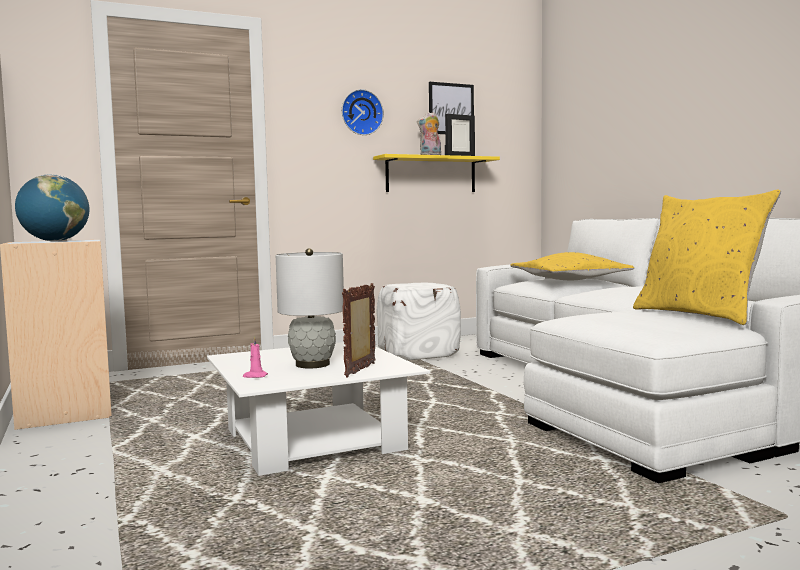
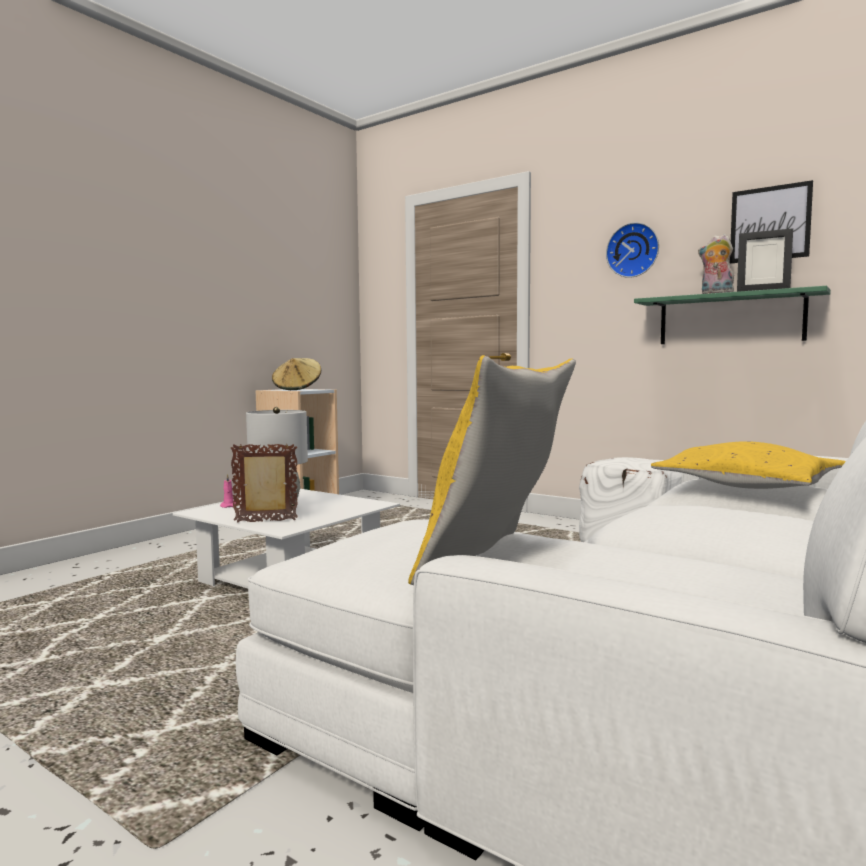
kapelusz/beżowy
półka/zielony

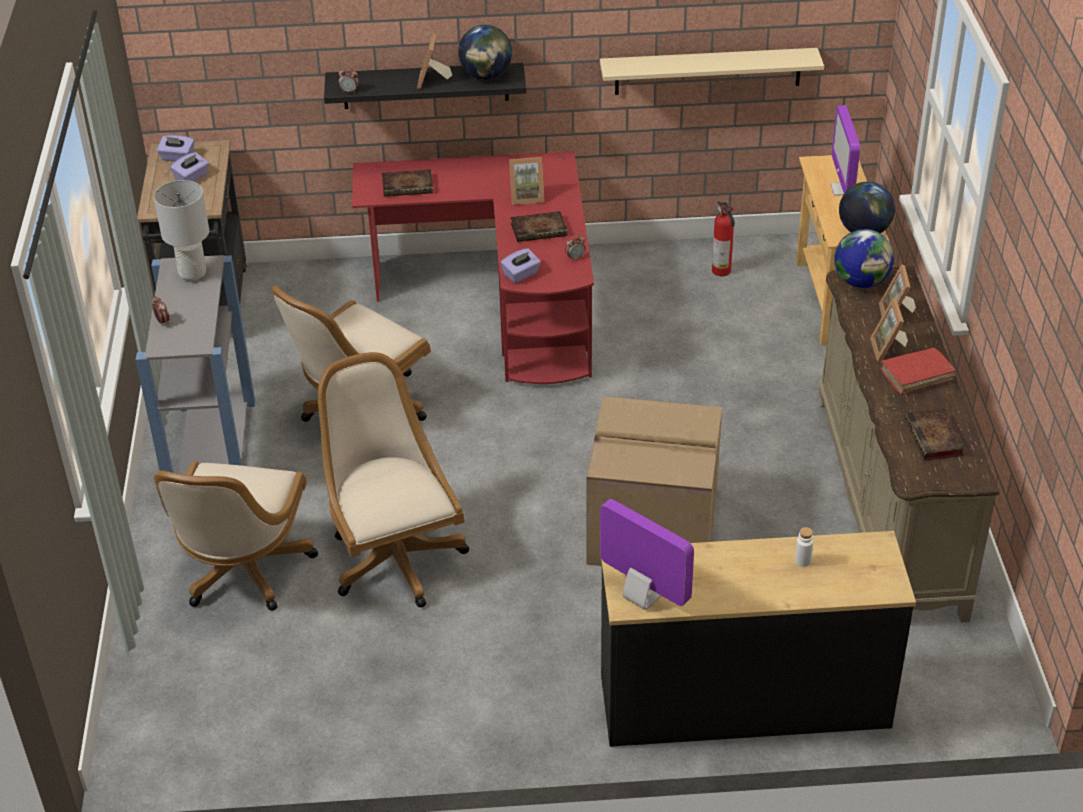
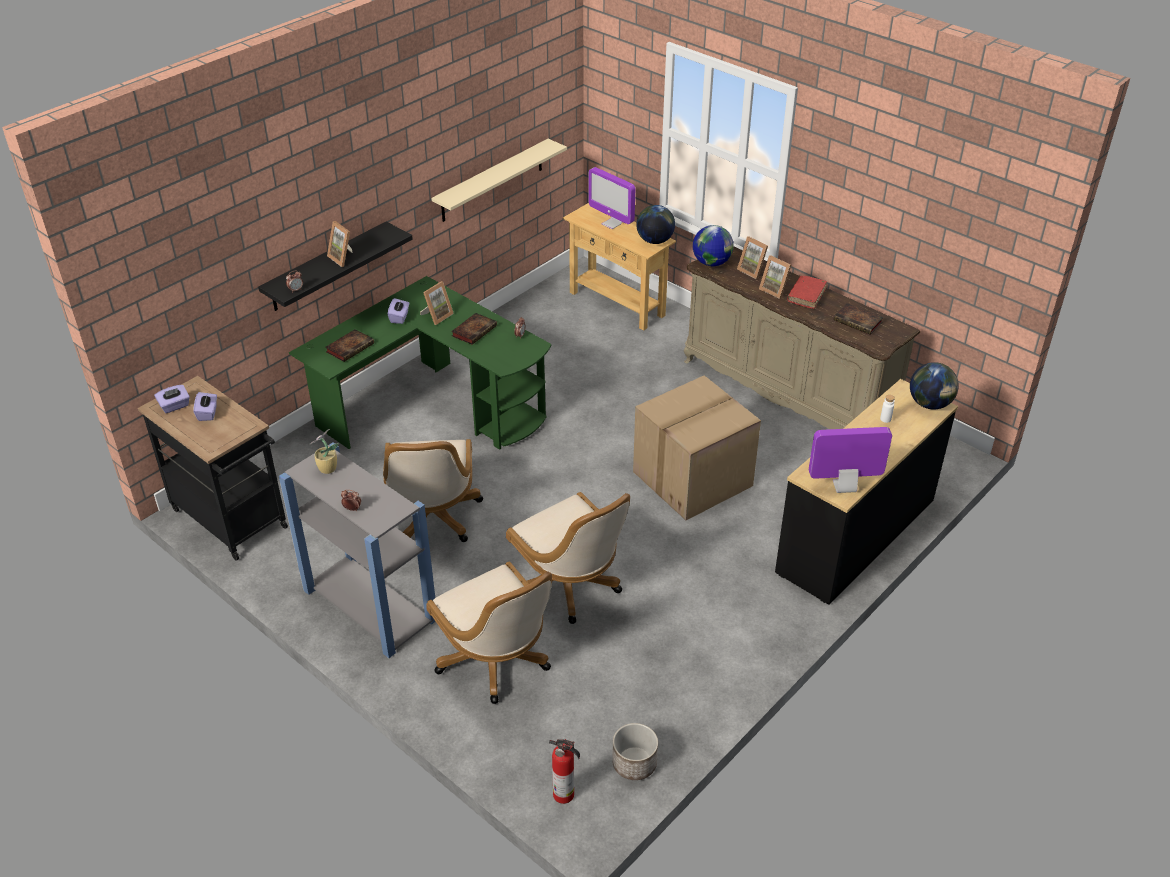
donica
globus (no. 3 from left)
pudełko chusteczek/fioletowy (no. 3 from left)
gaśnica
roślina doniczkowa
biurko/zielony
krzesło biurowe (no. 3 from left)

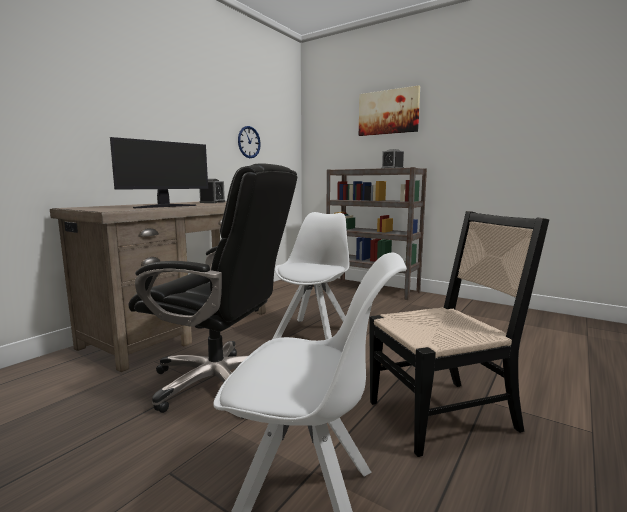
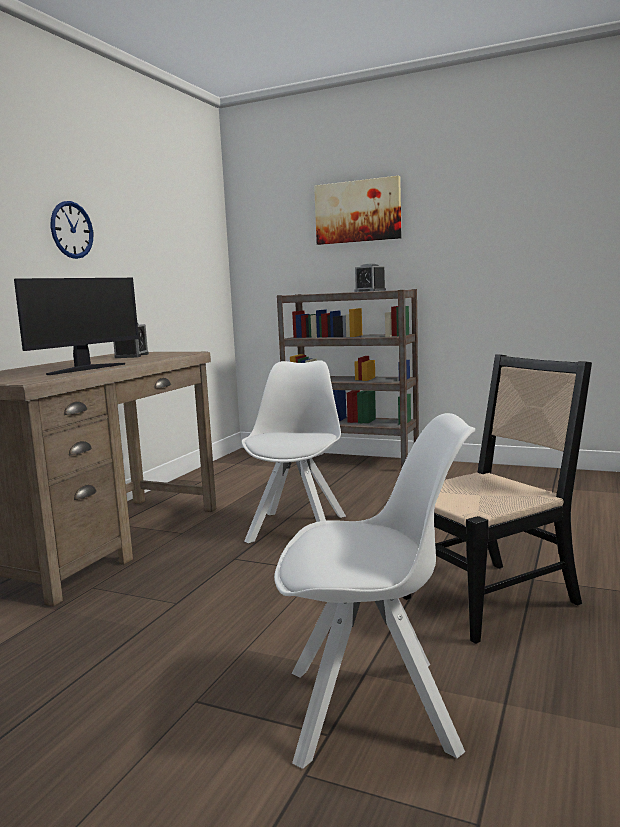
krzesło biurowe/czarny
zegar ścienny

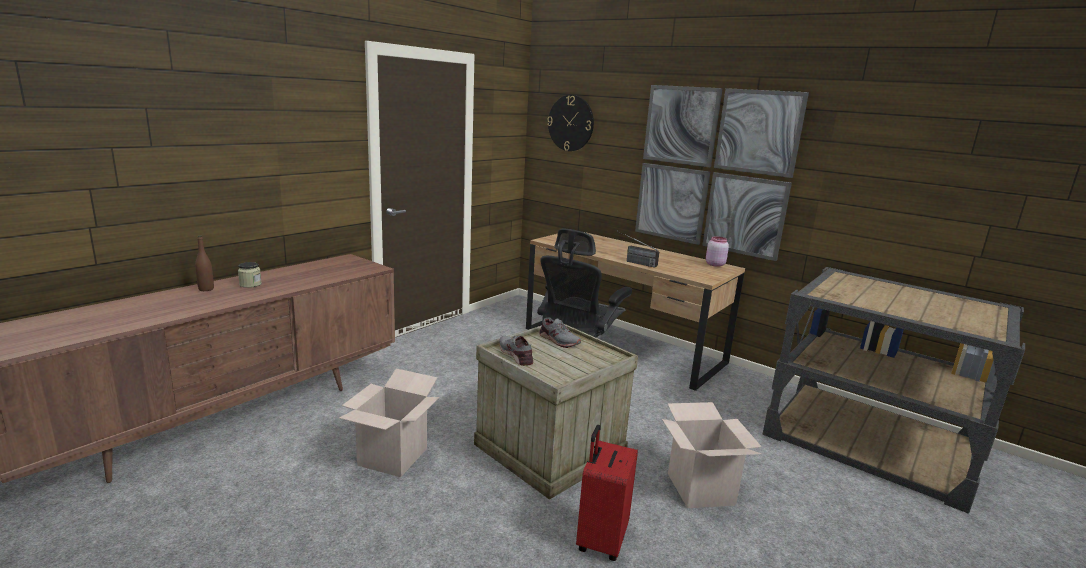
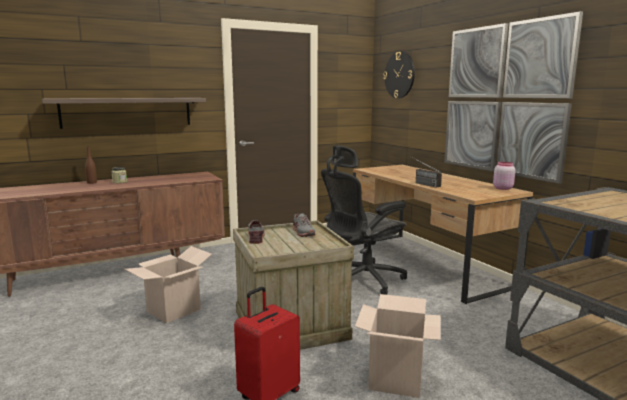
półka

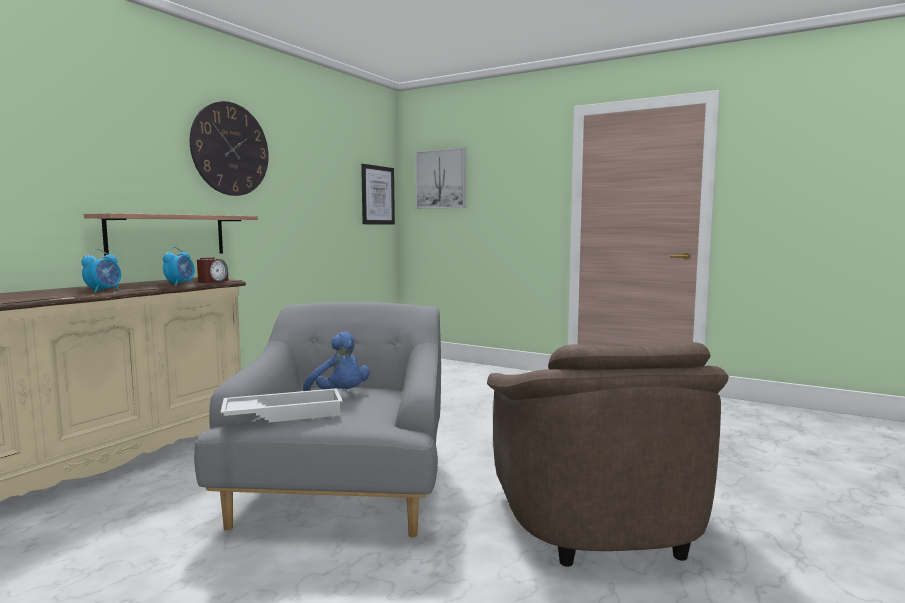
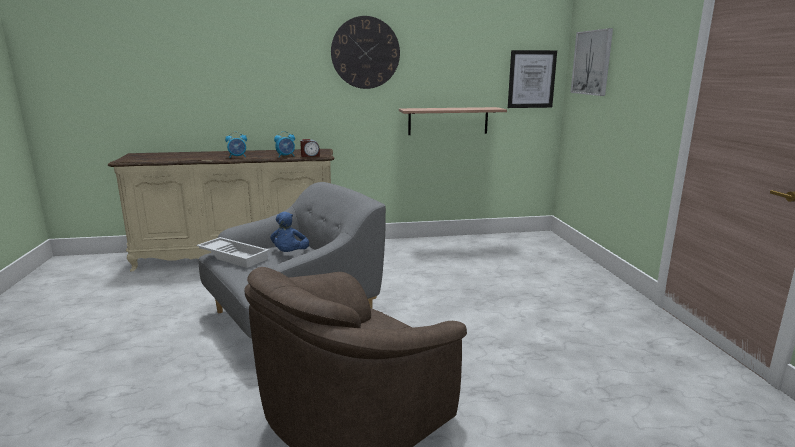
półka

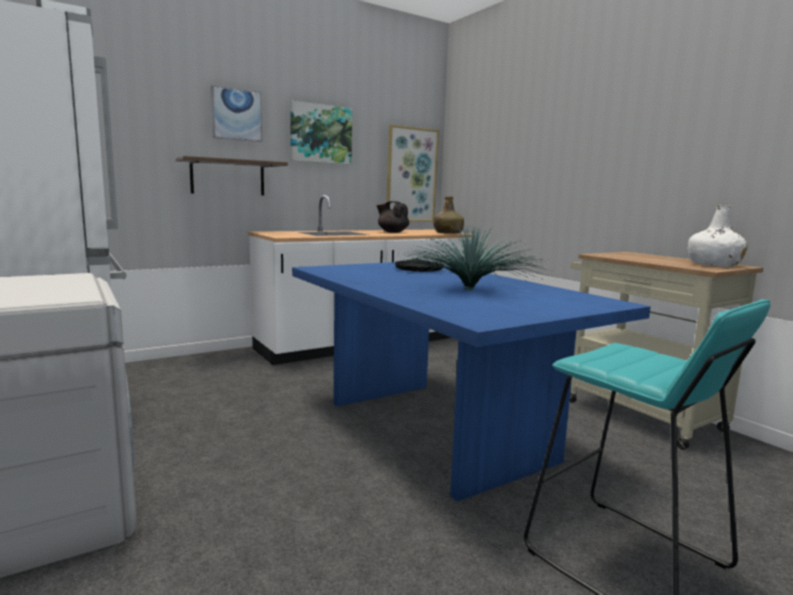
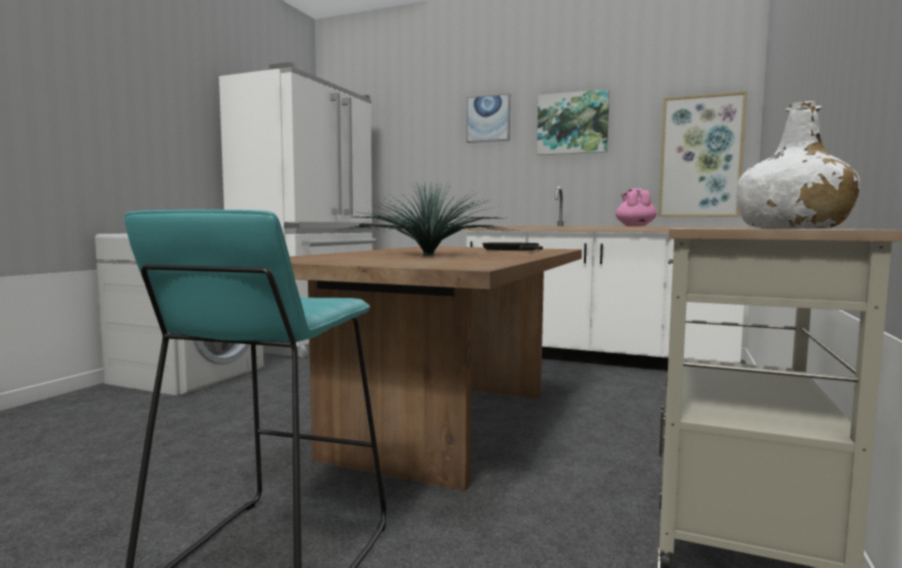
półka
butelka/zielony
stół jadalny/brązowy
imbryk/różowy

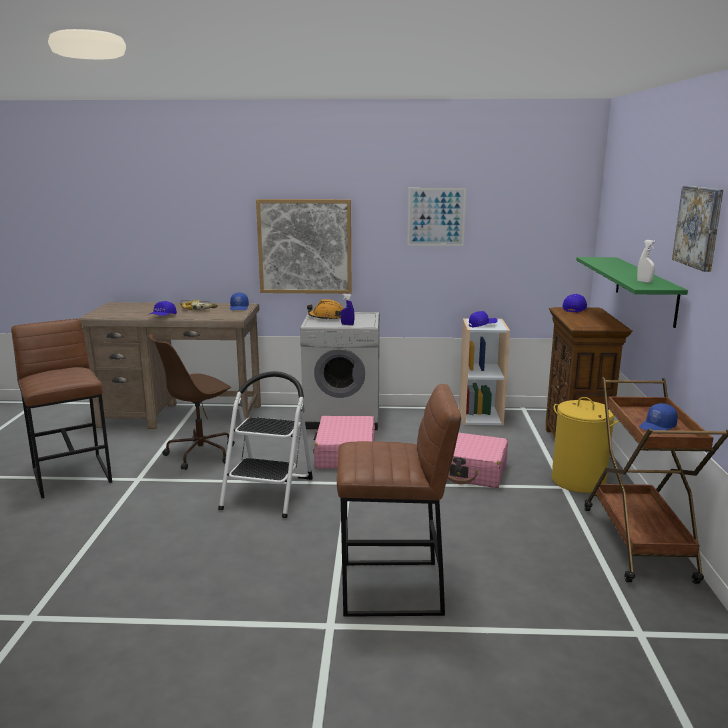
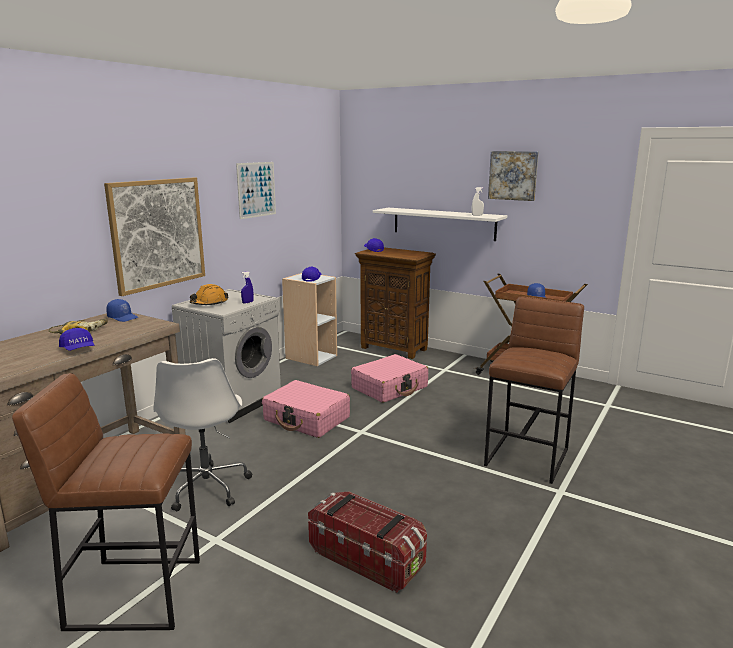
drabinka
kosz na pranie/żółty
pojemnik do przechowywania
krzesło biurowe/biały
półka/biały

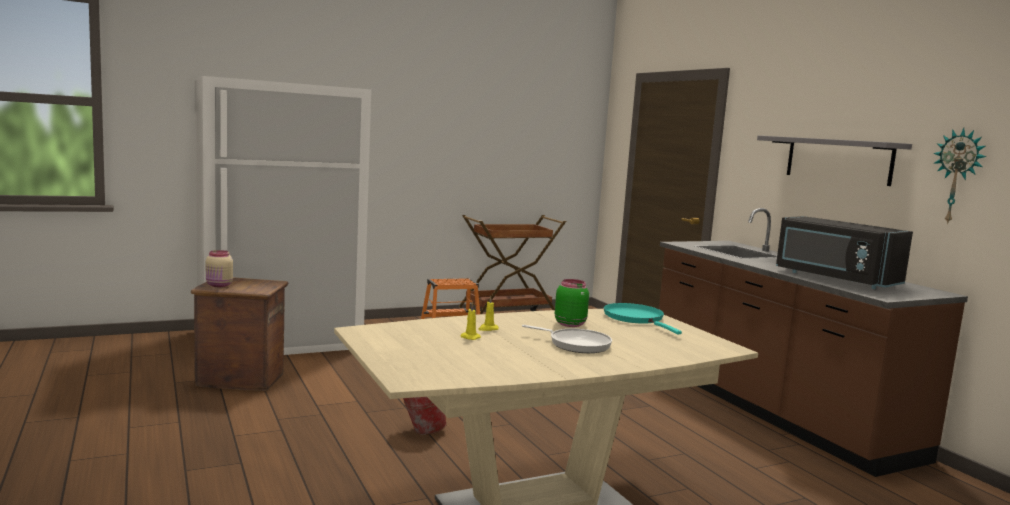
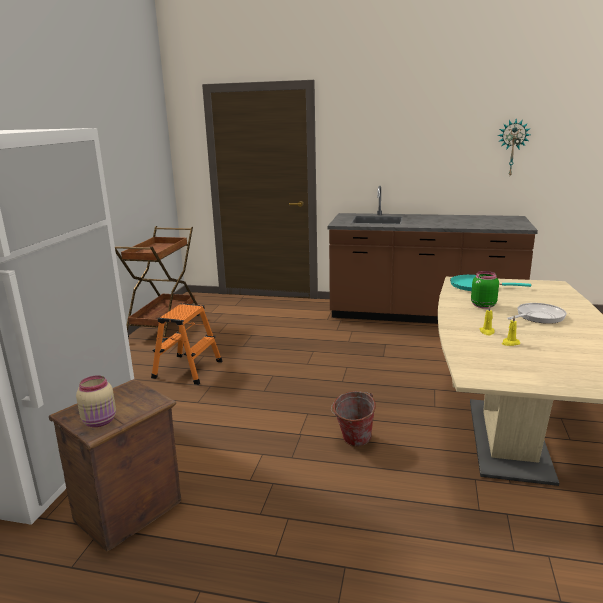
półka/szary
mikrofalówka/czarny

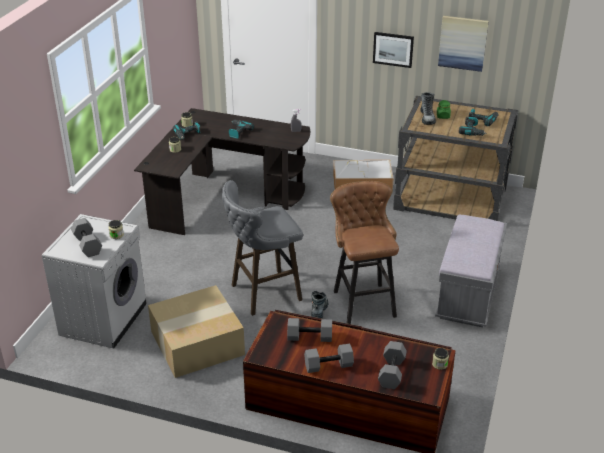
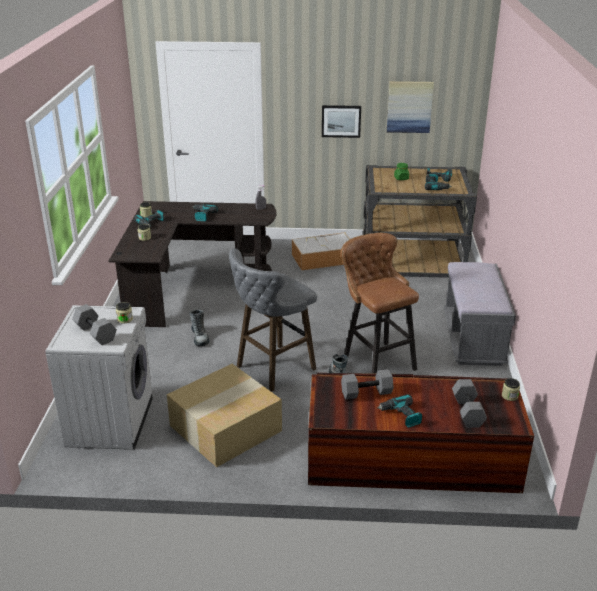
but z cholewką (no. 1 from left)
wiertarka (no. 3 from left)

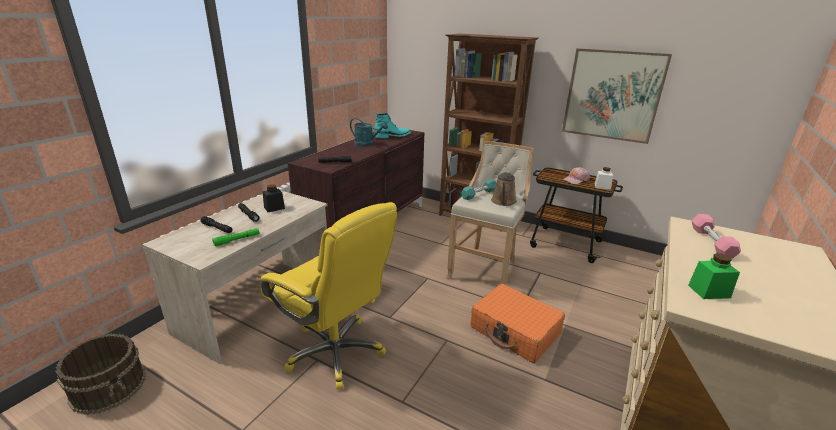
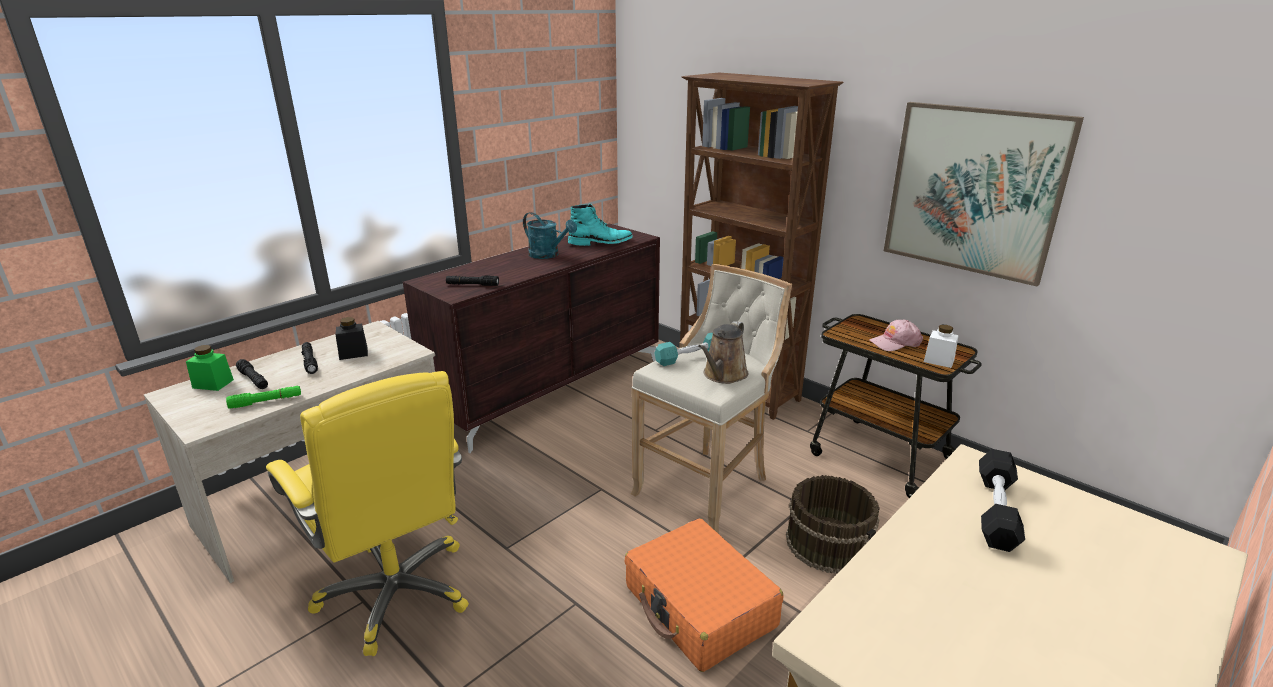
wiadro/brązowy
słoik/zielony
hantel/czarny

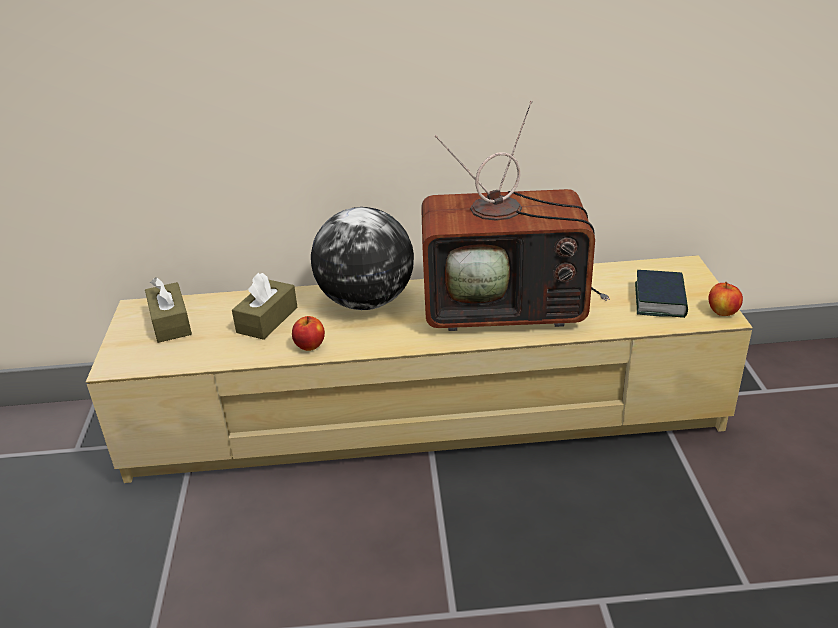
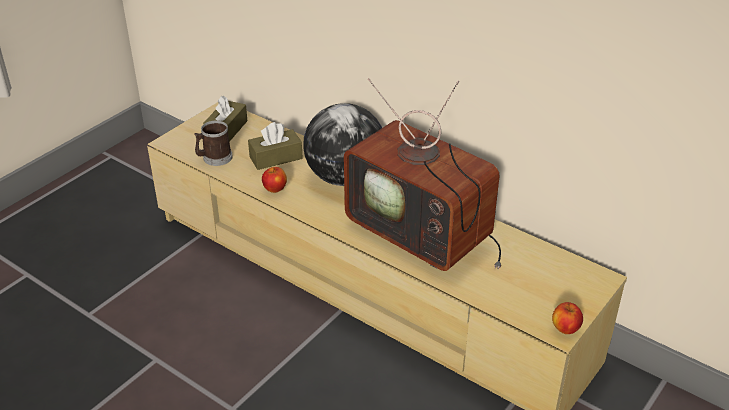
książka
kubek

